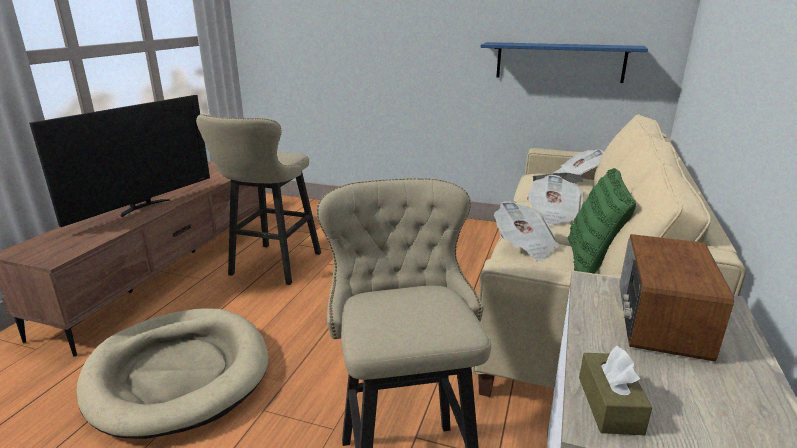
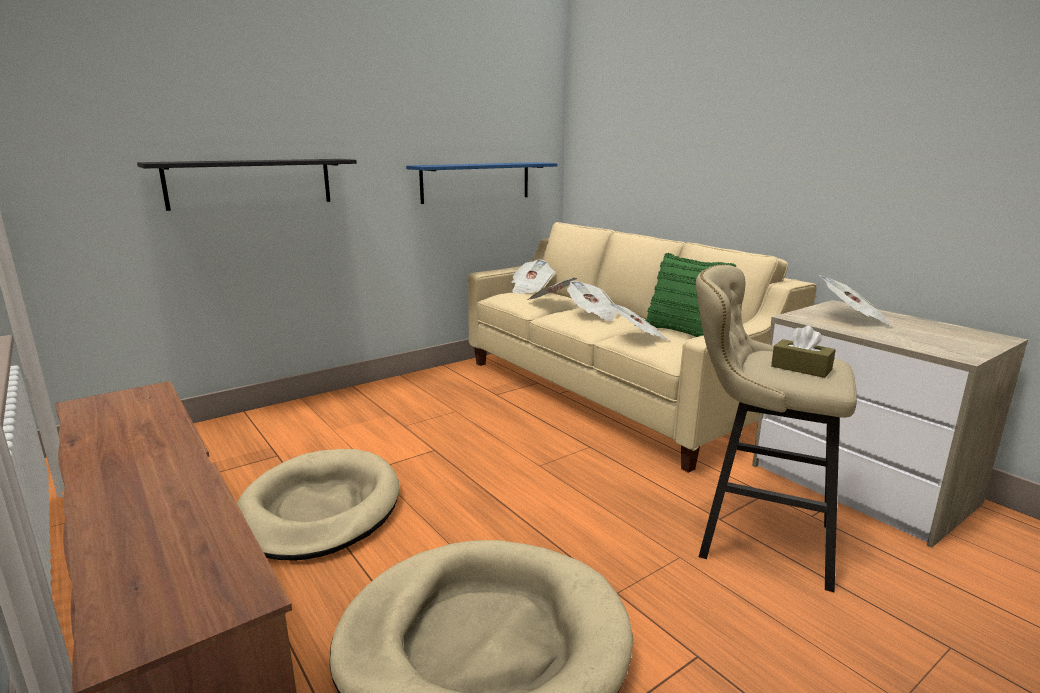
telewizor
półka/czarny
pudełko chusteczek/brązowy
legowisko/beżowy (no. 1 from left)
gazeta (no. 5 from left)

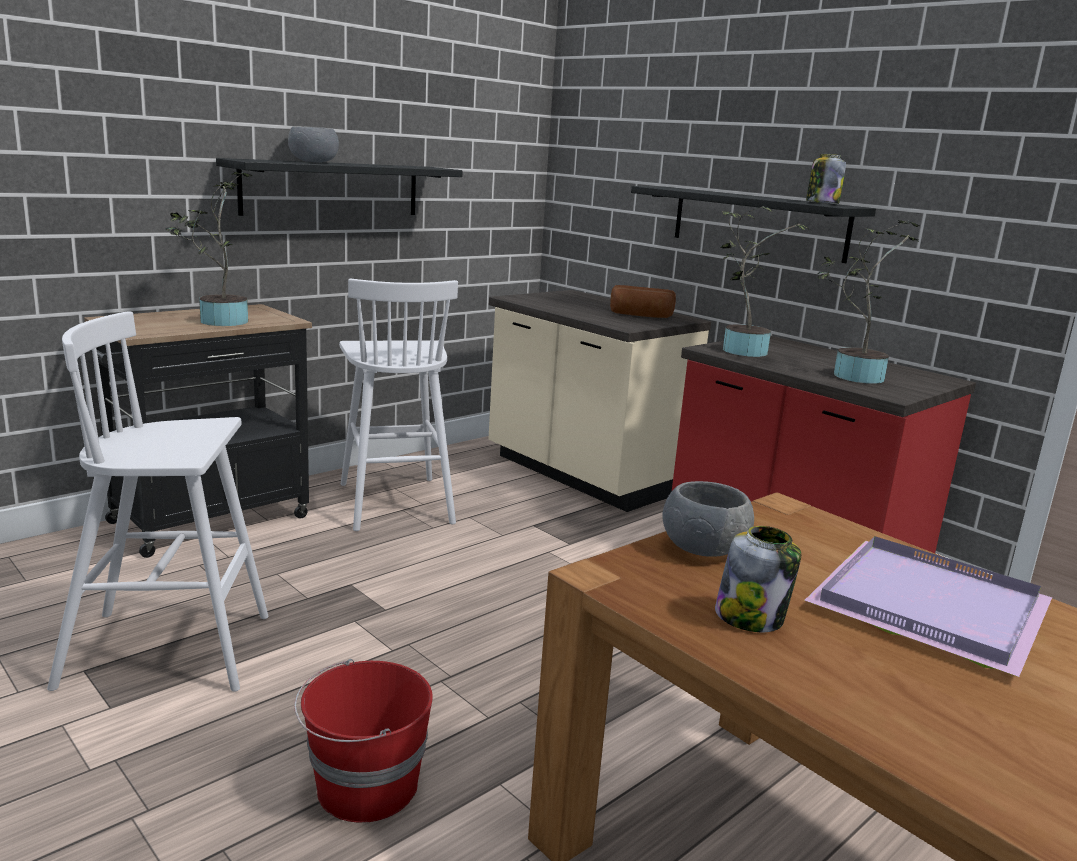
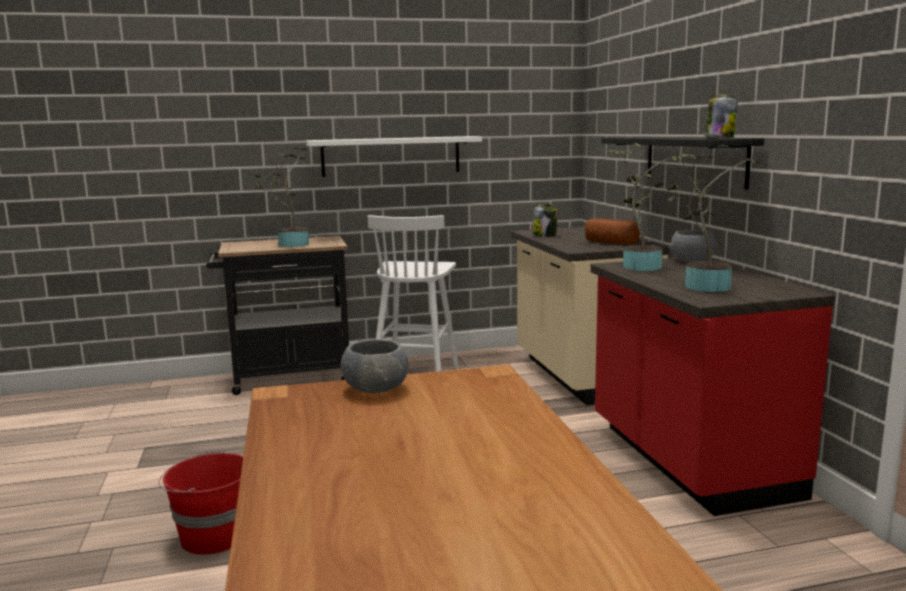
stołek/biały (no. 1 from left in the first image)
taca/fioletowy
miska/szary (no. 2 from left)
słoik (no. 1 from left)
półka/biały

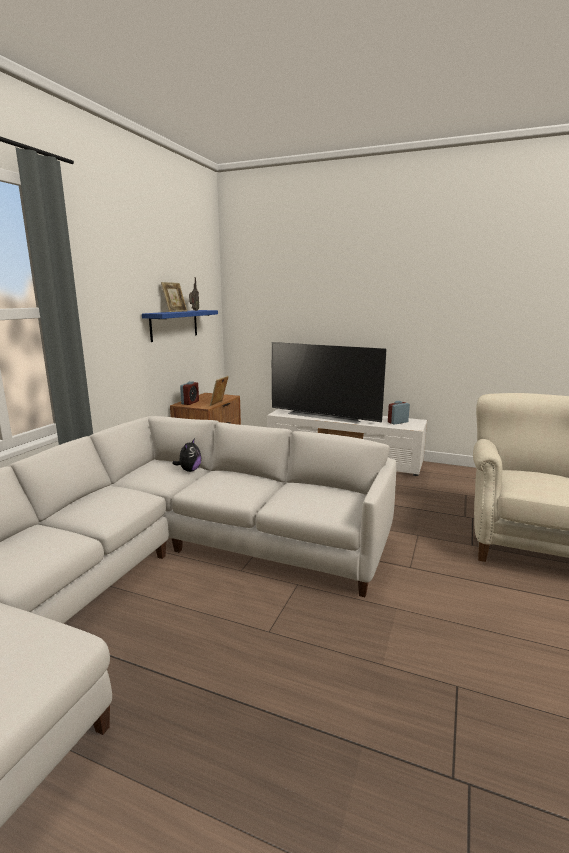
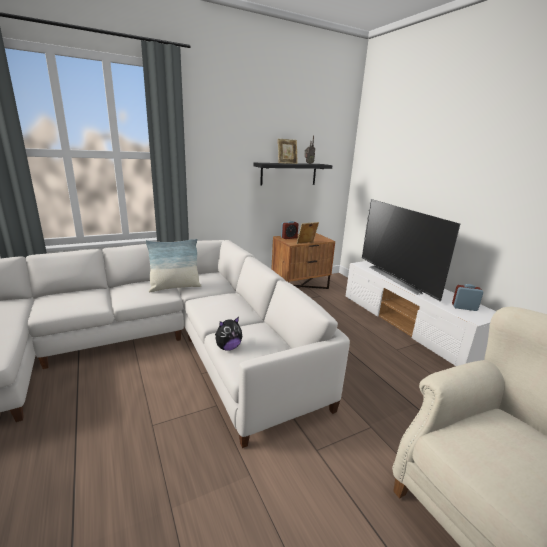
poduszka
pluszak
półka/czarny

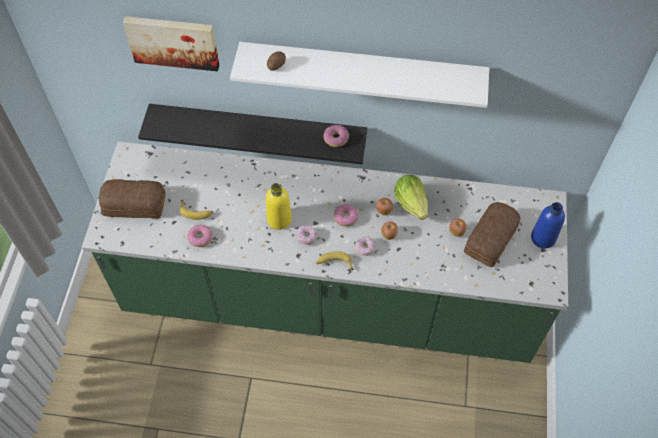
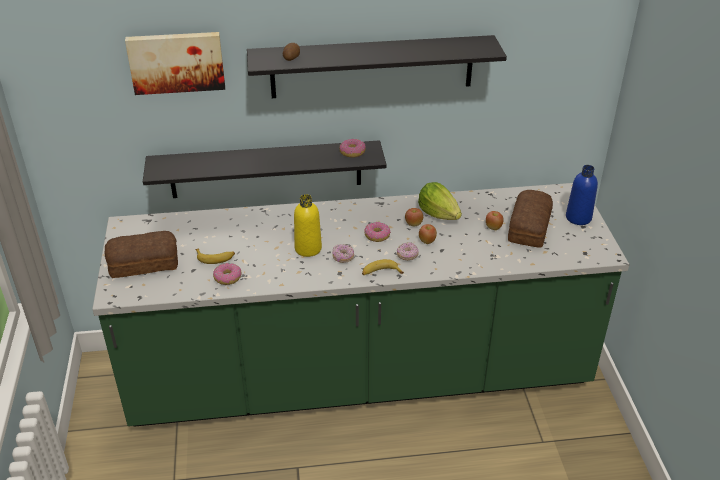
półka/czarny (no. 2 from left)

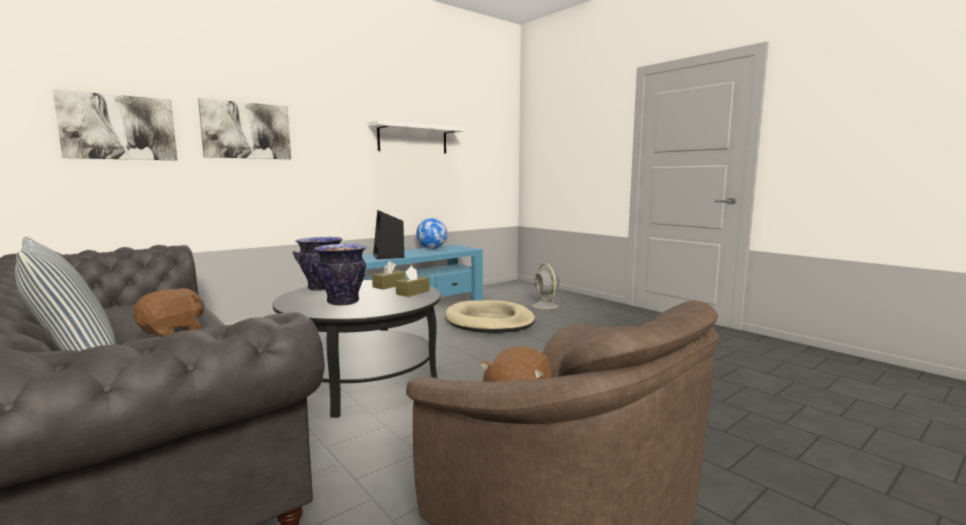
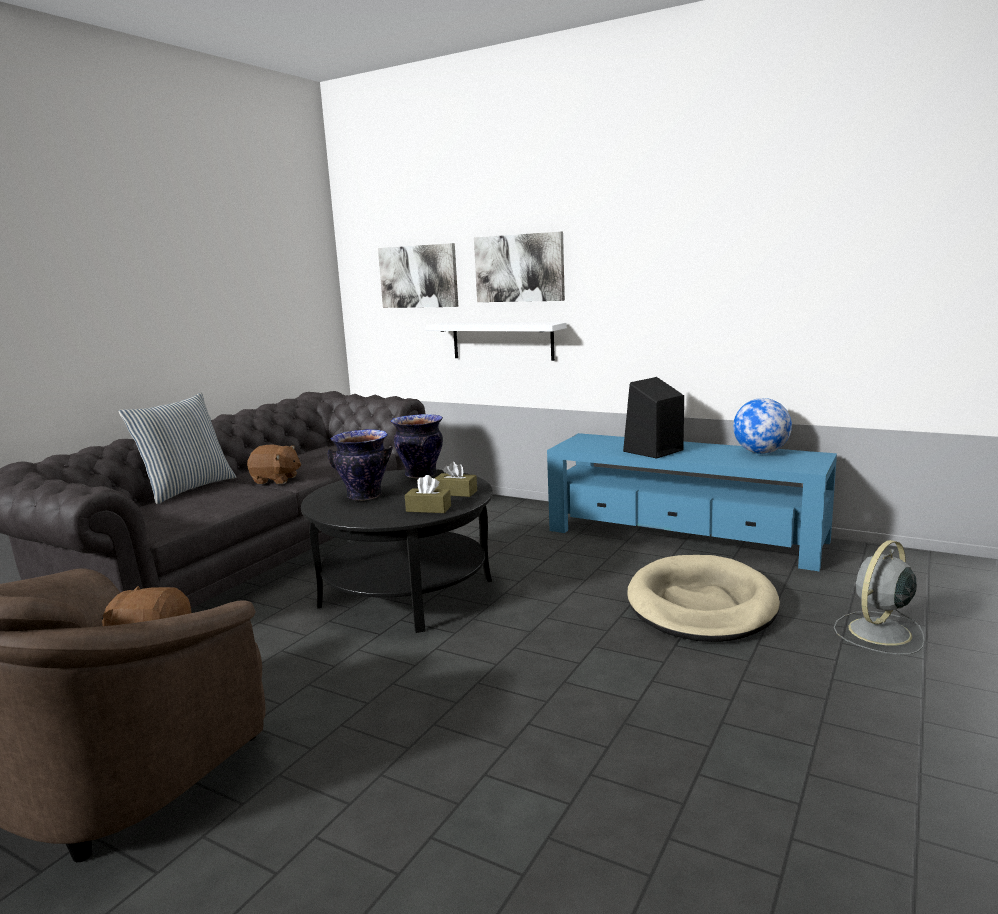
półka/biały

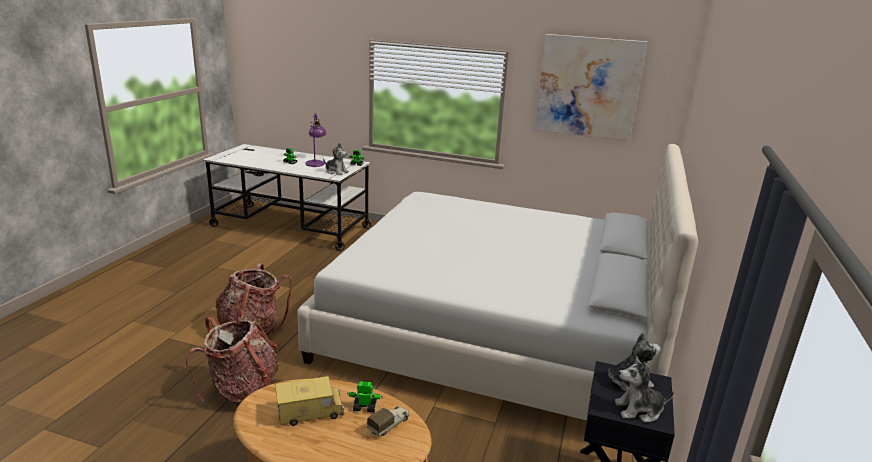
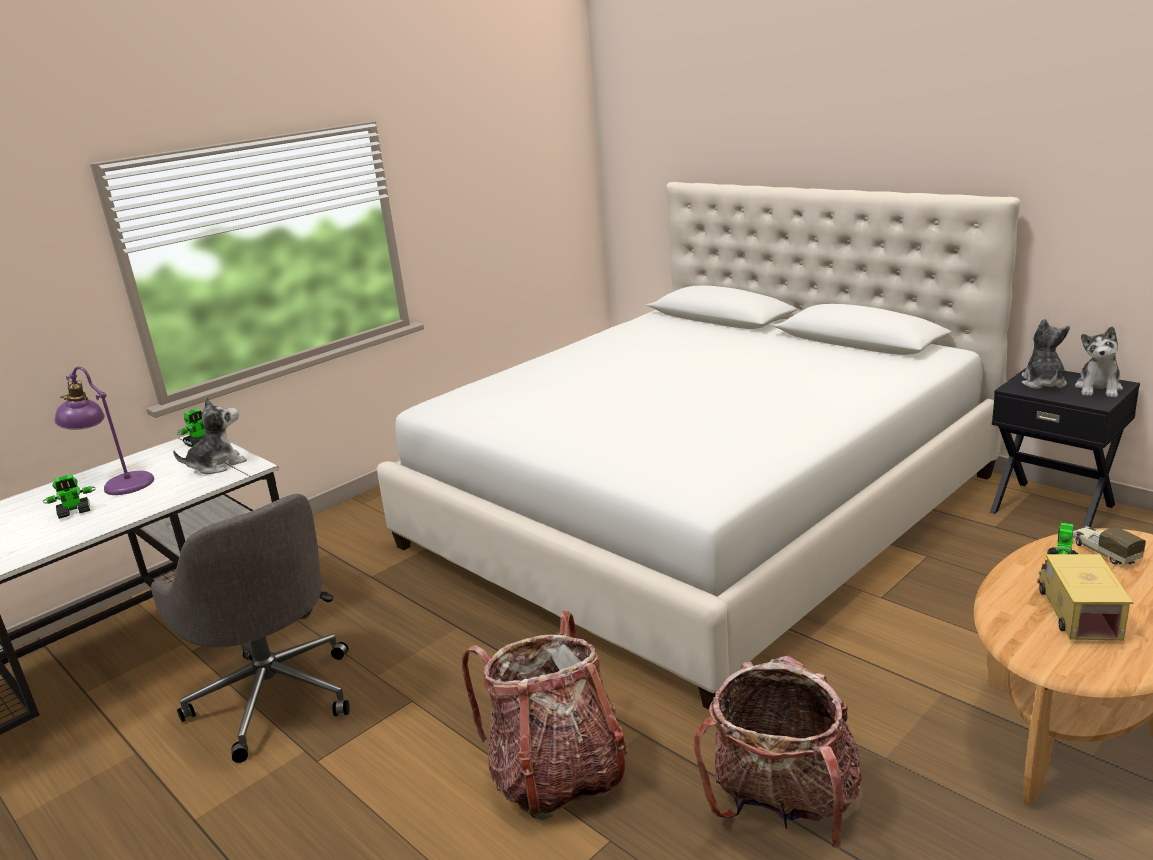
obraz
krzesło biurowe/szary

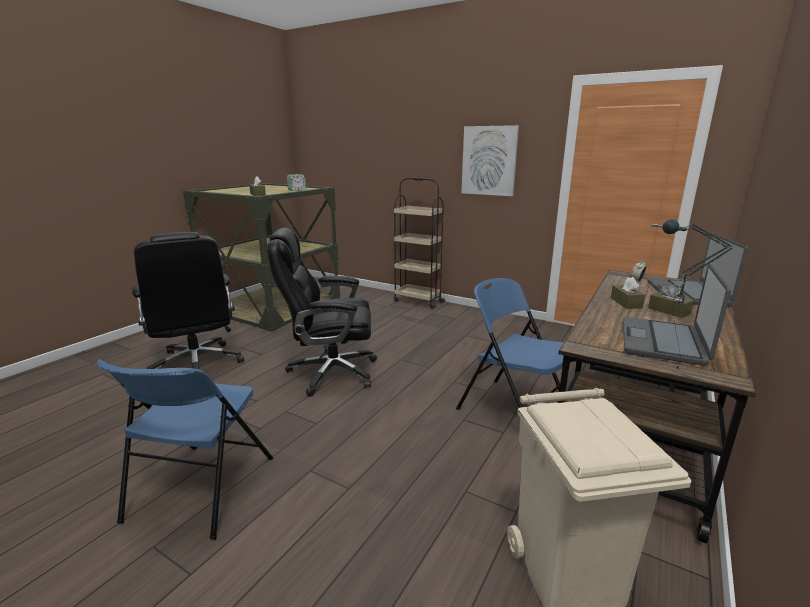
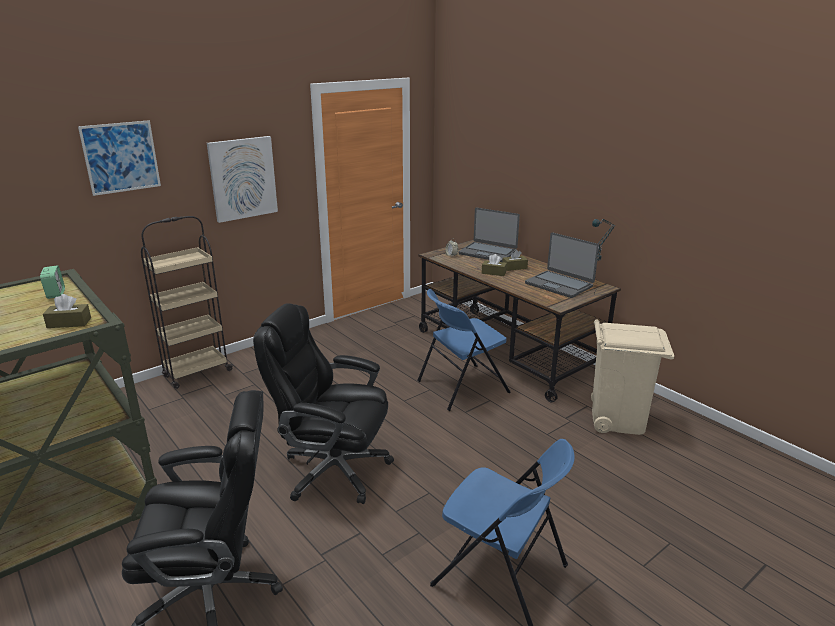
obraz (no. 1 from left)
krzesło biurowe/czarny (no. 2 from left)

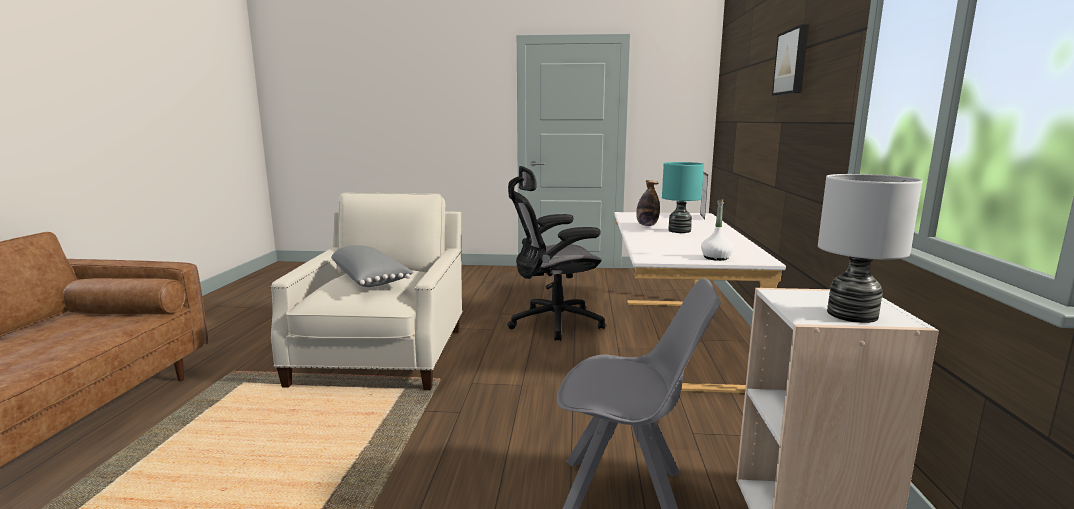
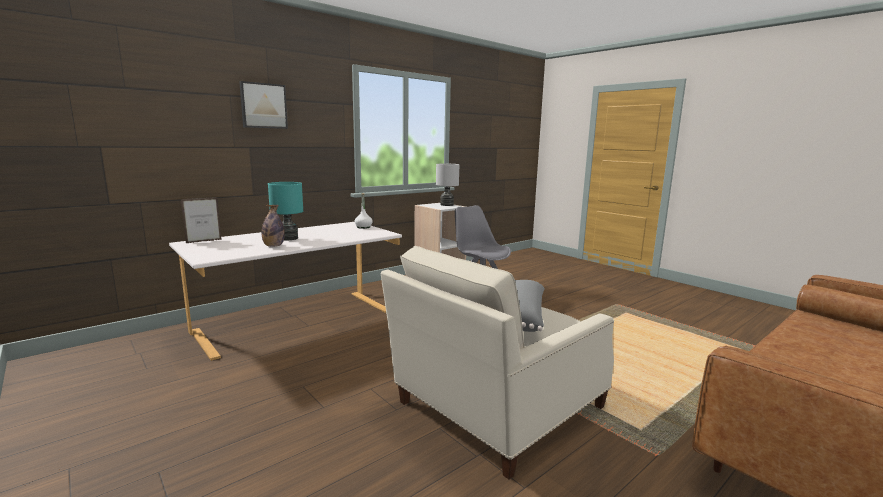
krzesło biurowe

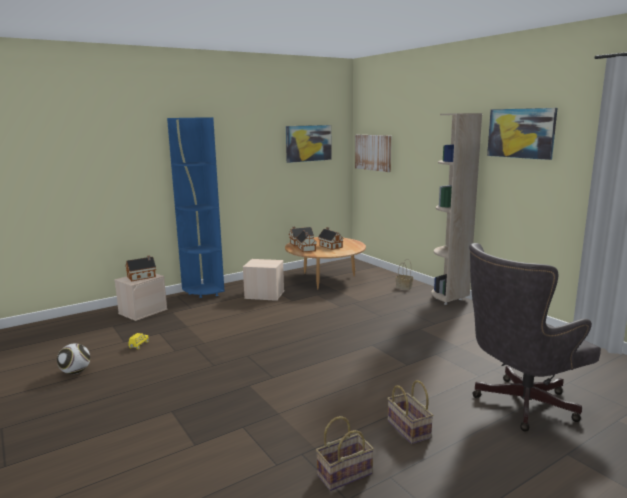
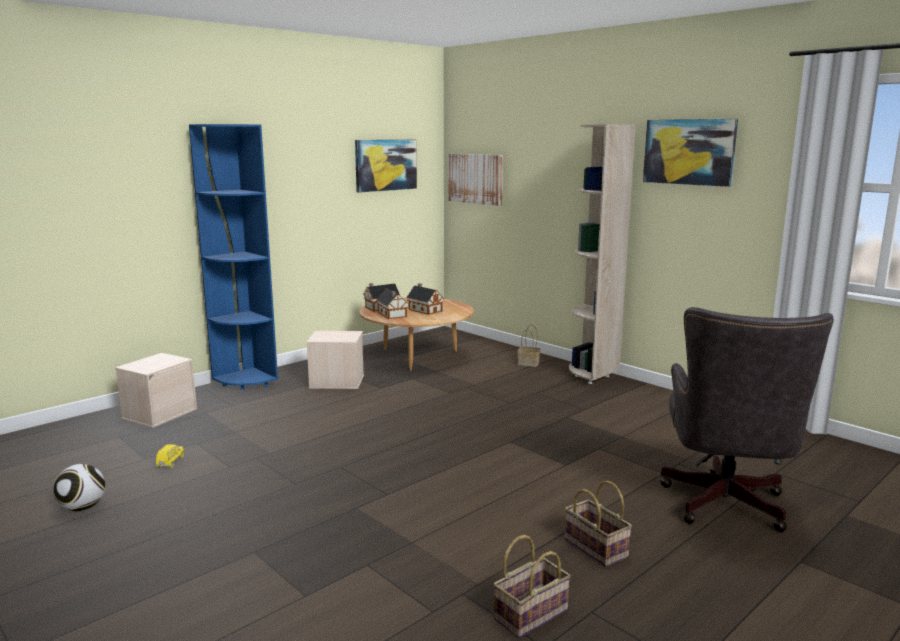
domek (no. 1 from left in the first image)
krzesło biurowe/szary

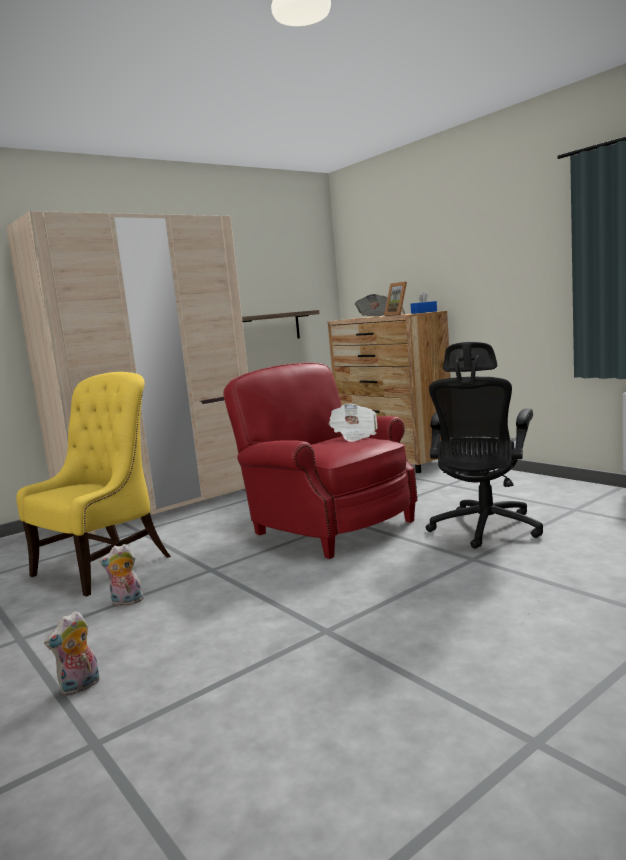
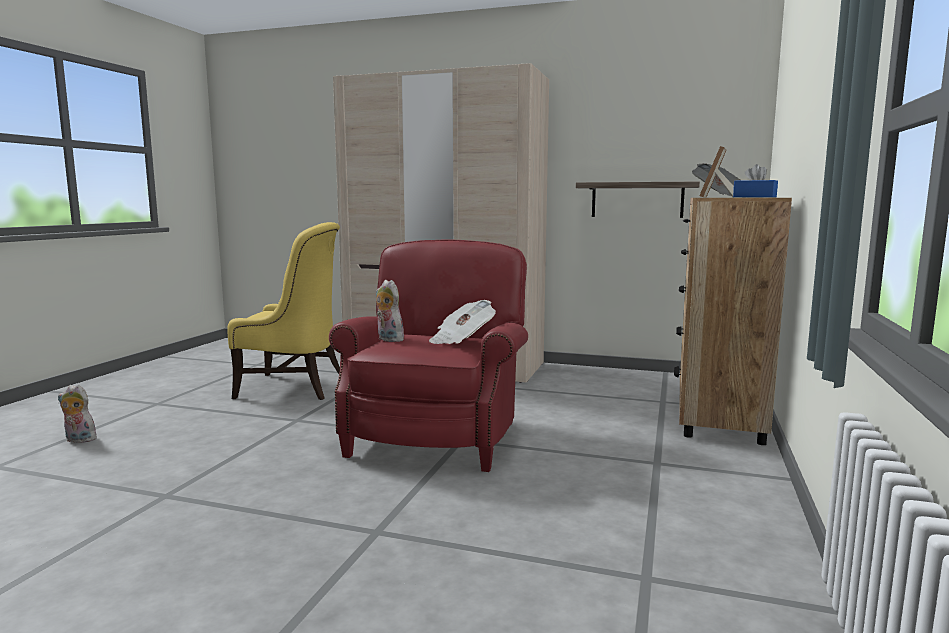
krzesło biurowe
pluszak (no. 2 from left)

